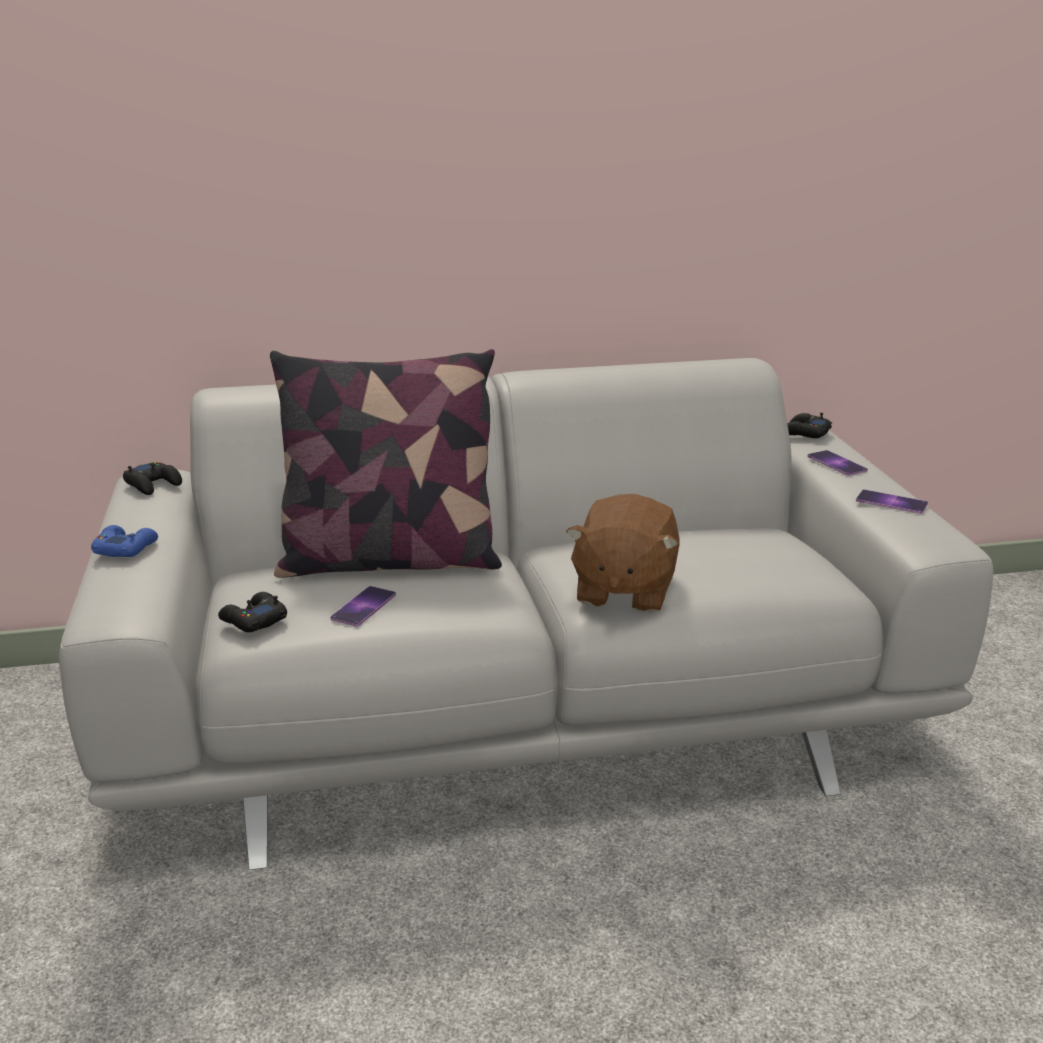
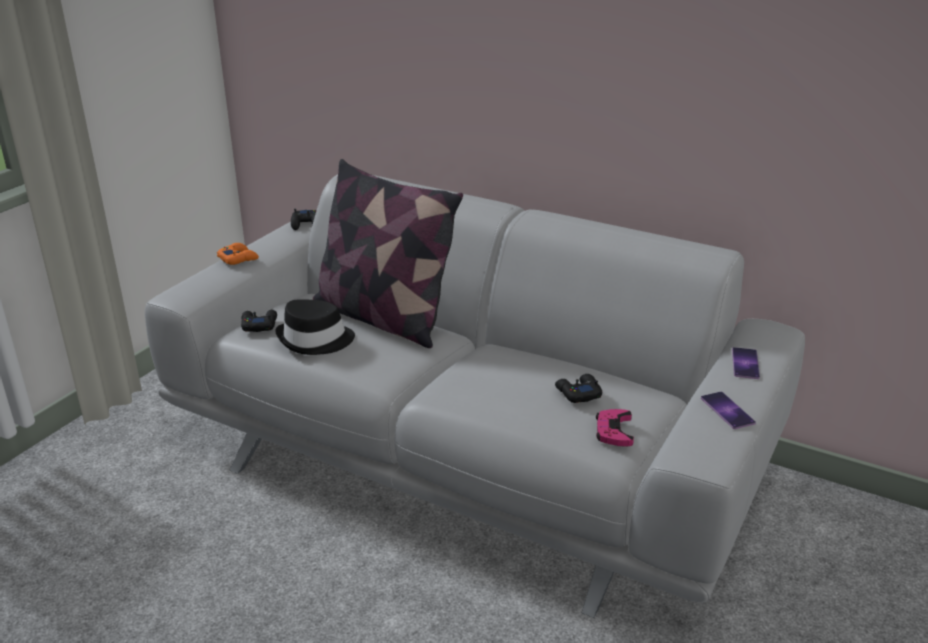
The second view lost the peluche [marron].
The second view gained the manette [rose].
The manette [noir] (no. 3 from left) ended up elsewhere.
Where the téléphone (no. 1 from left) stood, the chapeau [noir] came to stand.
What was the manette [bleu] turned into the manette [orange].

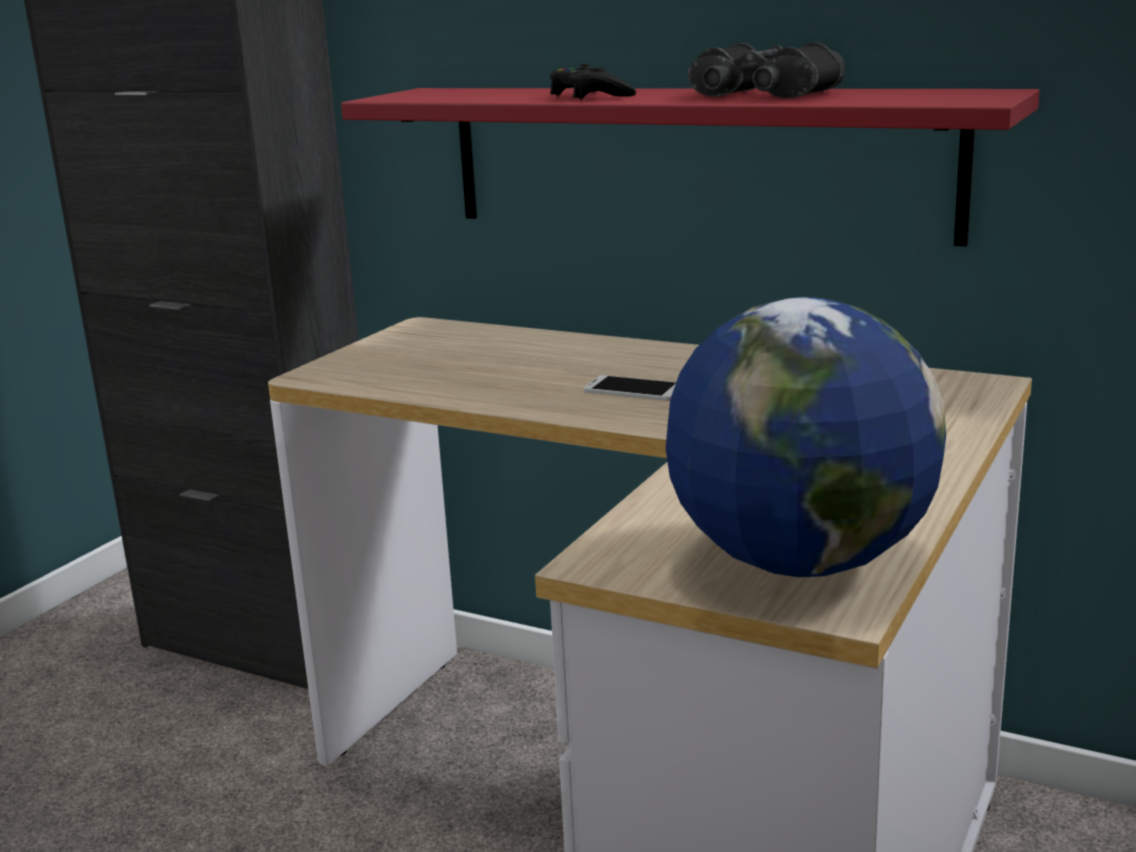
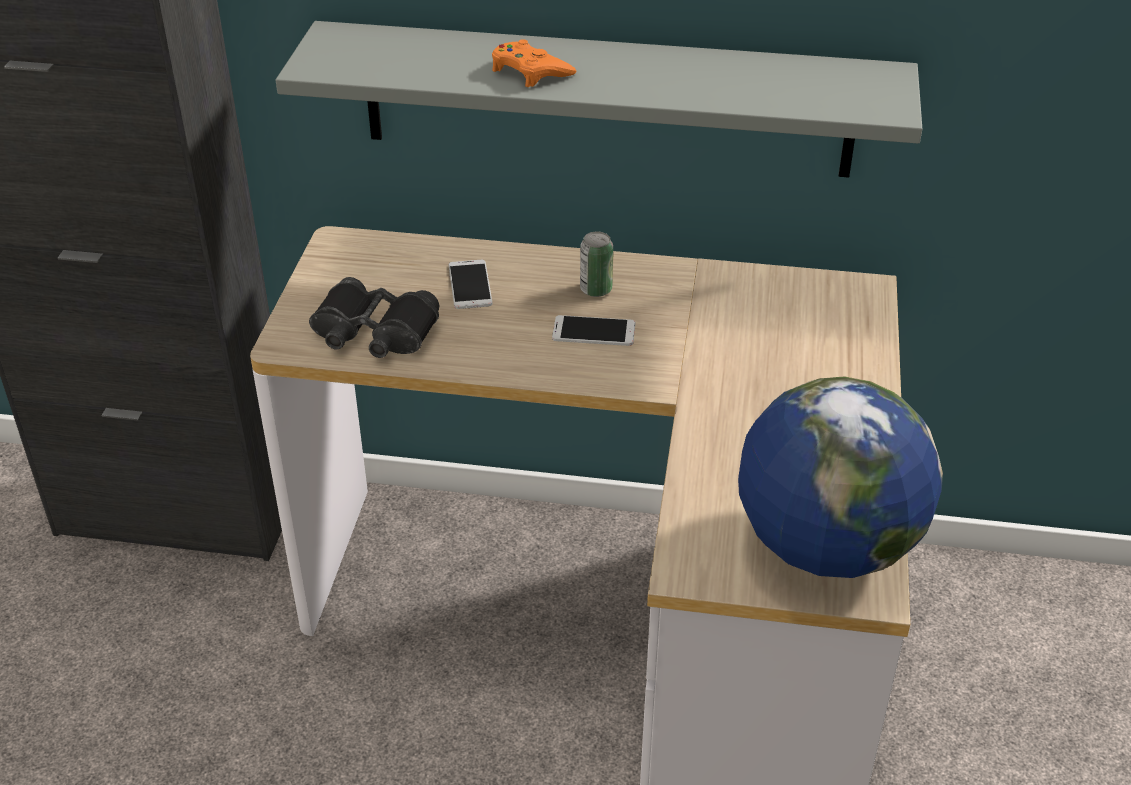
The second view gained the téléphone (no. 1 from left).
The second view gained the boîte métallique.
The jumelles [noir] ended up elsewhere.
What was the étagère [rouge] turned into the étagère [gris].
What was the manette [noir] turned into the manette [orange].

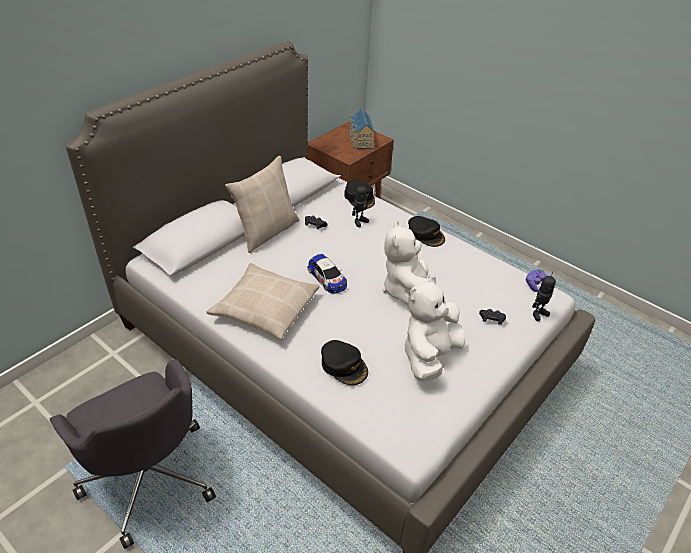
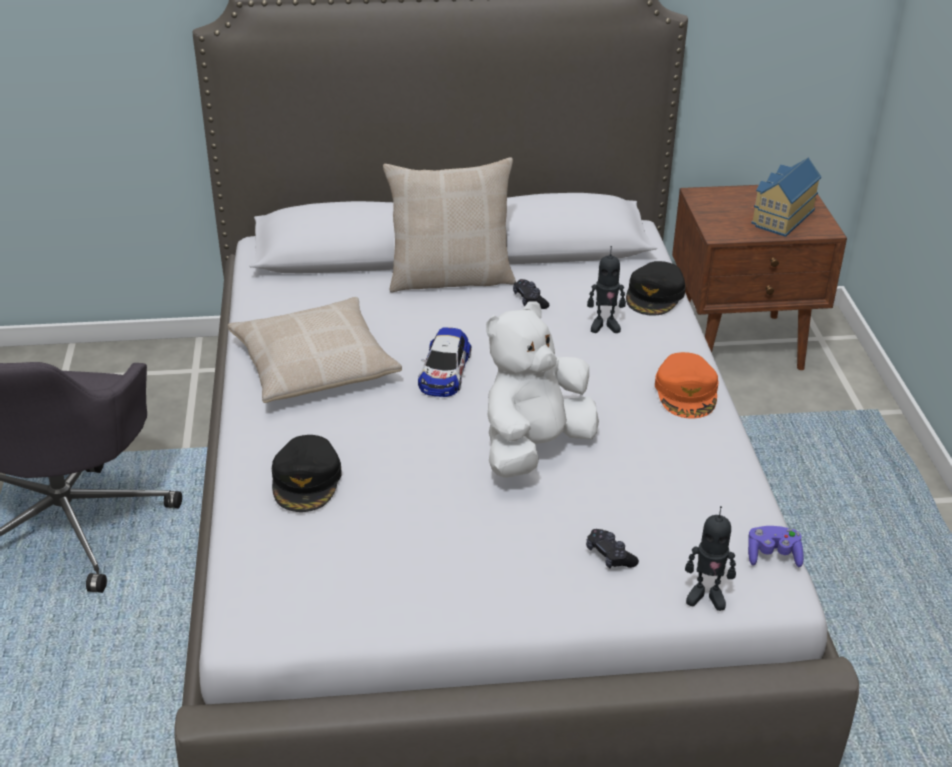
The second view lost the peluche [blanc] (no. 2 from left).
What was the casquette [noir] (no. 3 from left) turned into the casquette [orange].

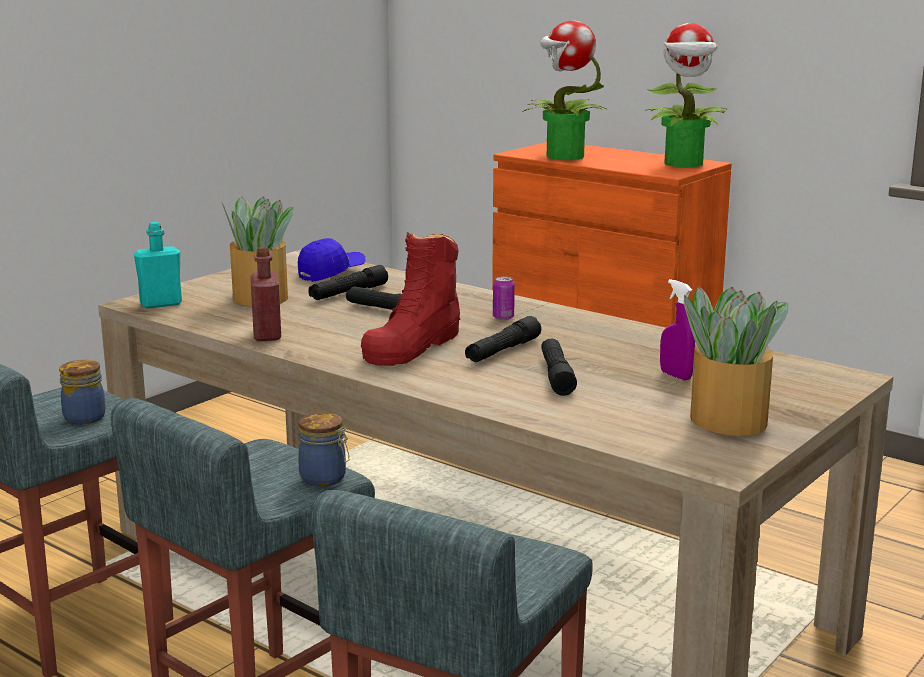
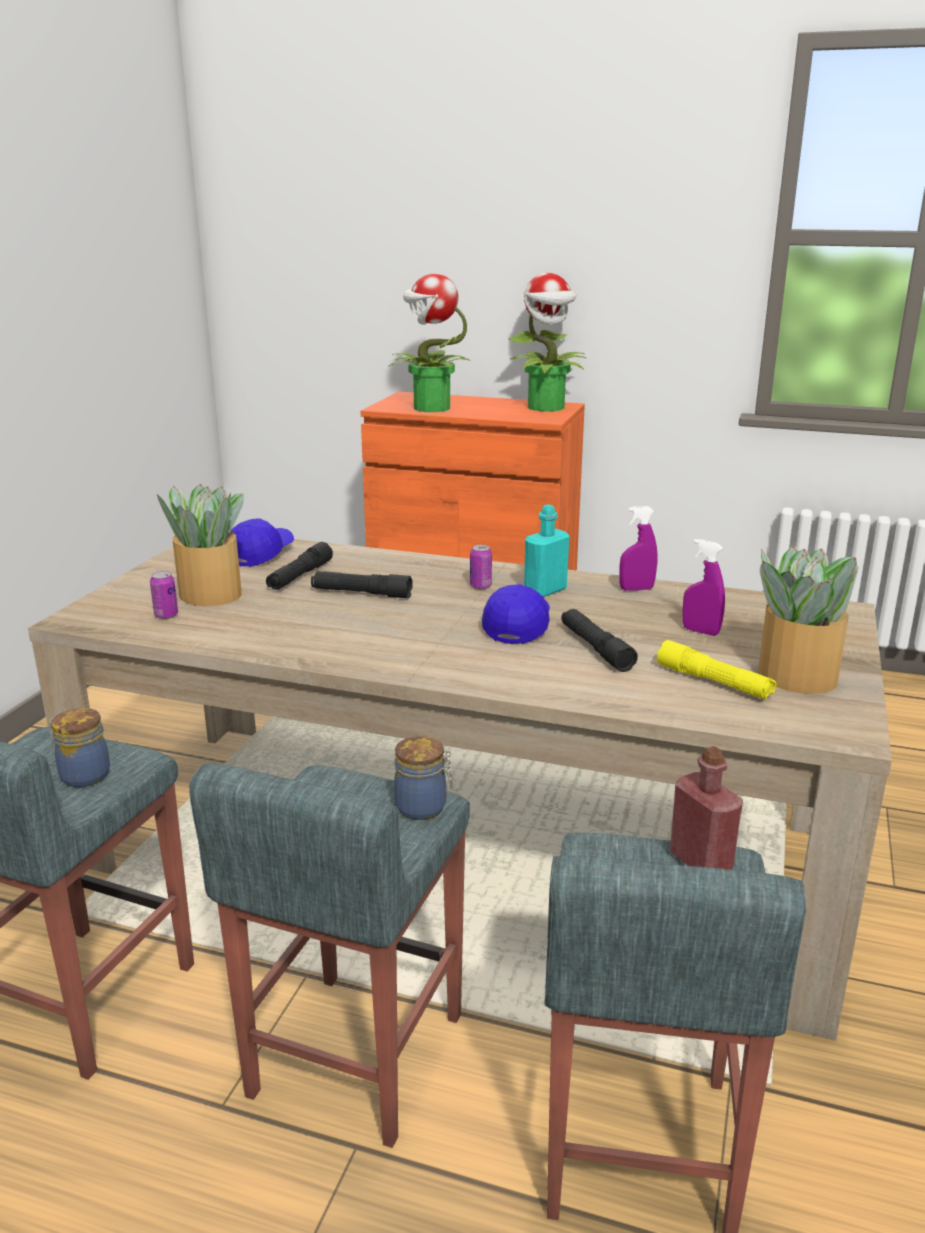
The second view lost the botte [rouge].
The second view gained the boîte métallique (no. 1 from left).
The second view gained the vaporisateur [violet] (no. 1 from left).
The second view gained the lampe de poche [jaune].
The bouteille [turquoise] ended up elsewhere.
The bouteille [rouge] ended up elsewhere.
Where the lampe de poche [noir] (no. 3 from left) stood, the casquette [bleu] (no. 2 from left) came to stand.

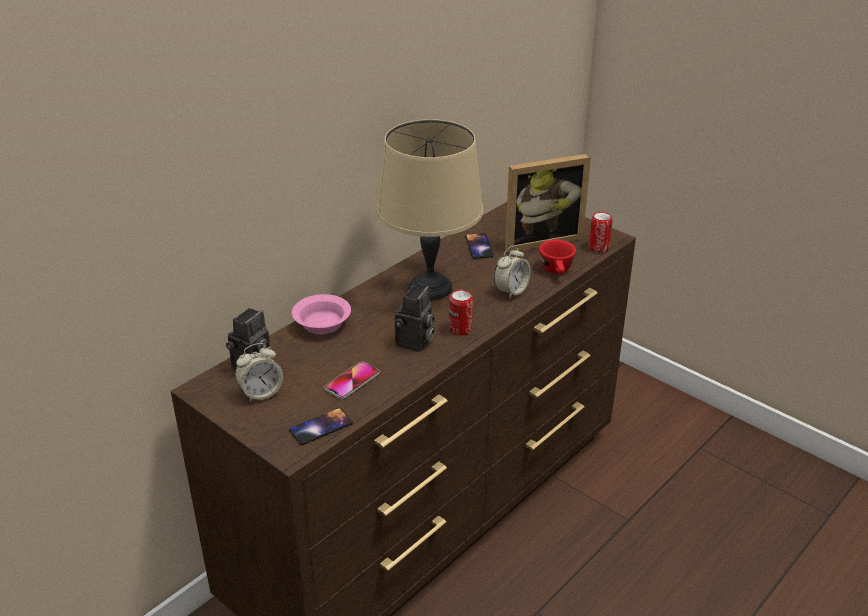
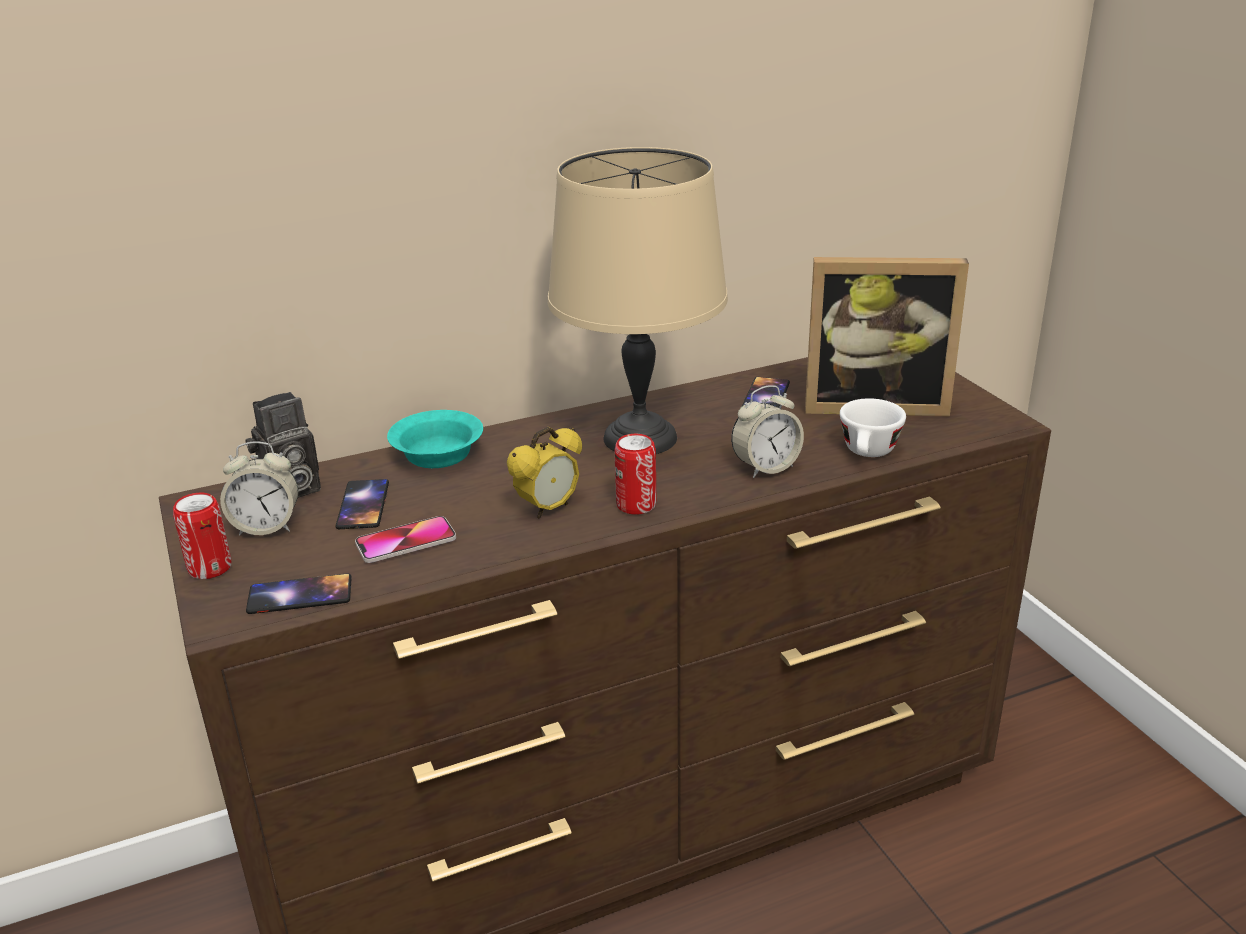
The second view gained the téléphone (no. 2 from left).
The boîte métallique (no. 2 from left in the first image) ended up elsewhere.
Where the appareil photo (no. 2 from left) stood, the réveil (no. 2 from left) came to stand.
What was the bol [rose] turned into the bol [turquoise].
What was the tasse [rouge] turned into the tasse [blanc].

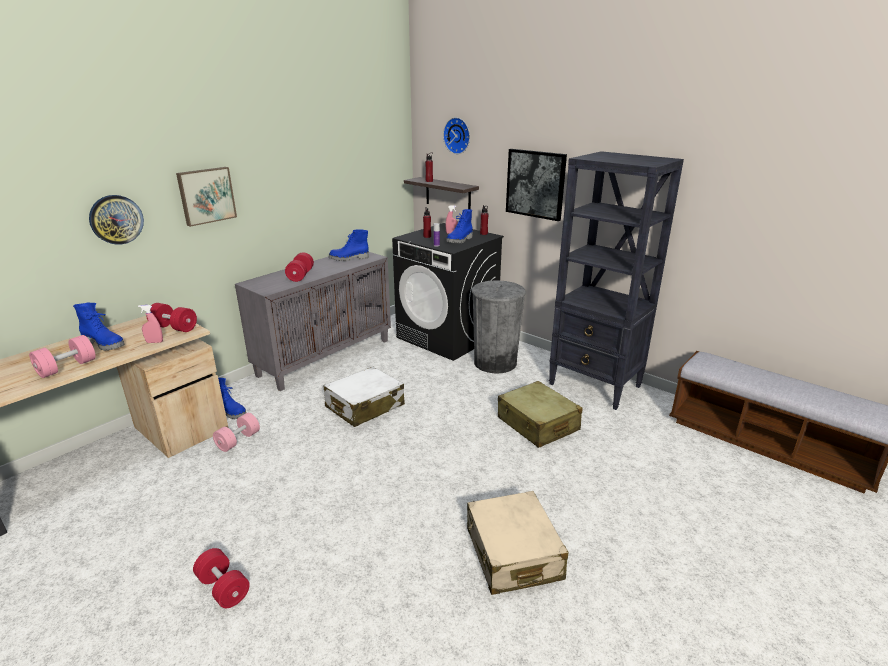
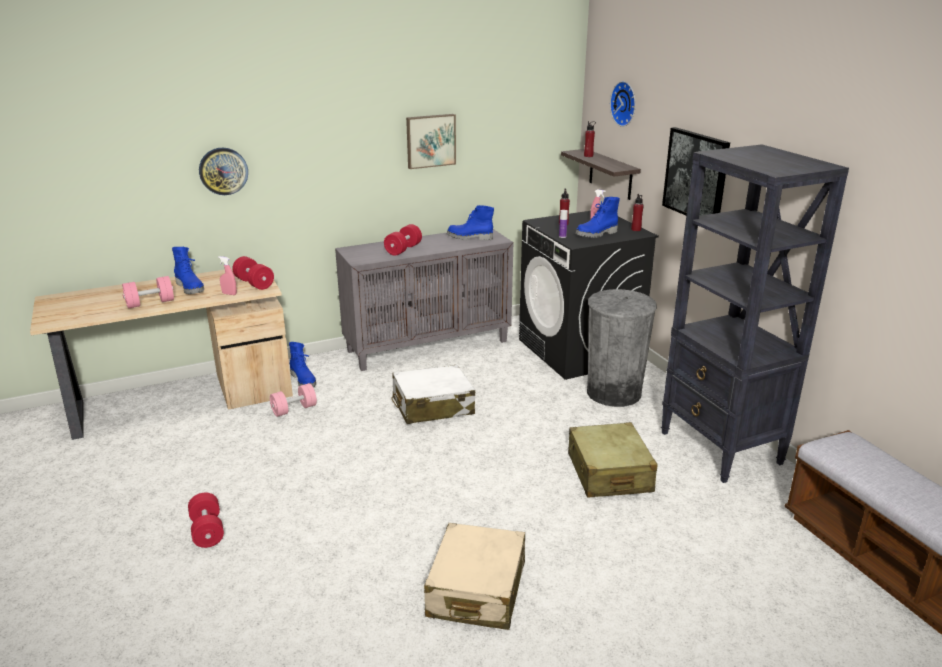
The tableau (no. 1 from left) ended up elsewhere.

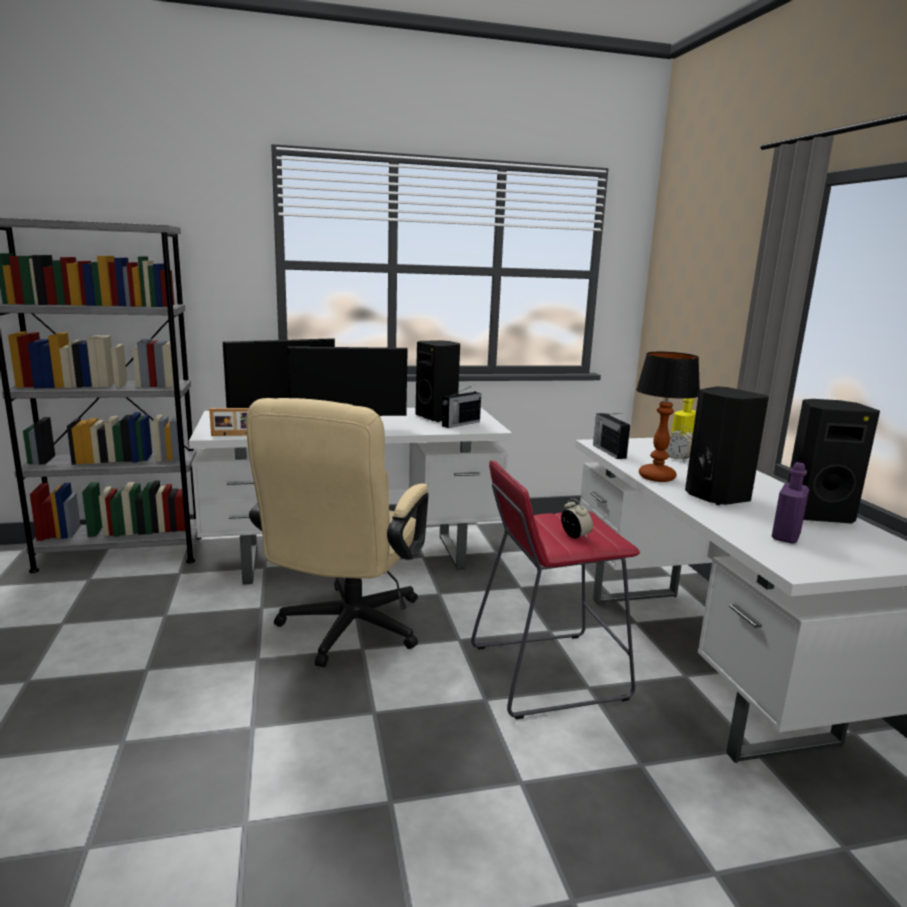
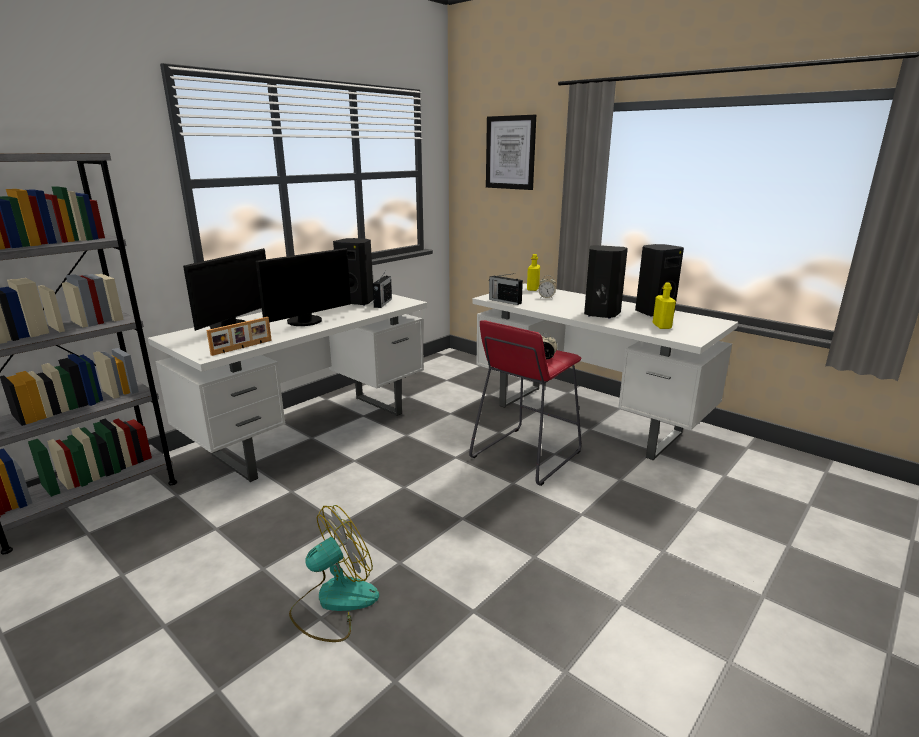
The second view lost the chaise de bureau [beige].
The second view lost the lampe de table.
The second view gained the ventilateur.
The second view gained the tableau.
What was the bouteille [violet] turned into the bouteille [jaune] (no. 2 from left).

